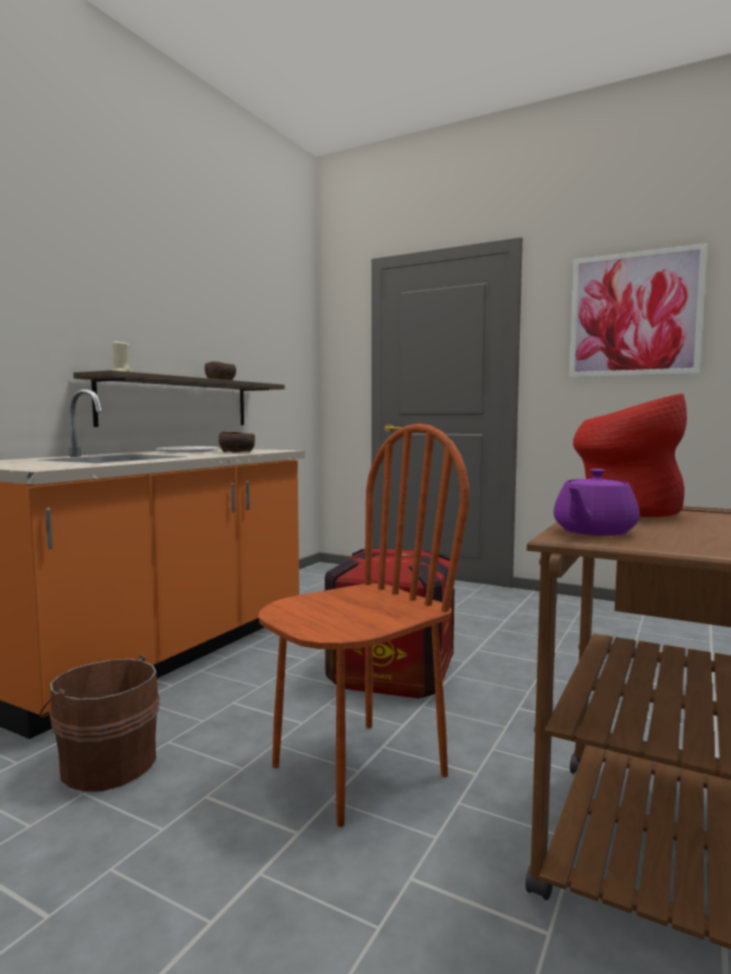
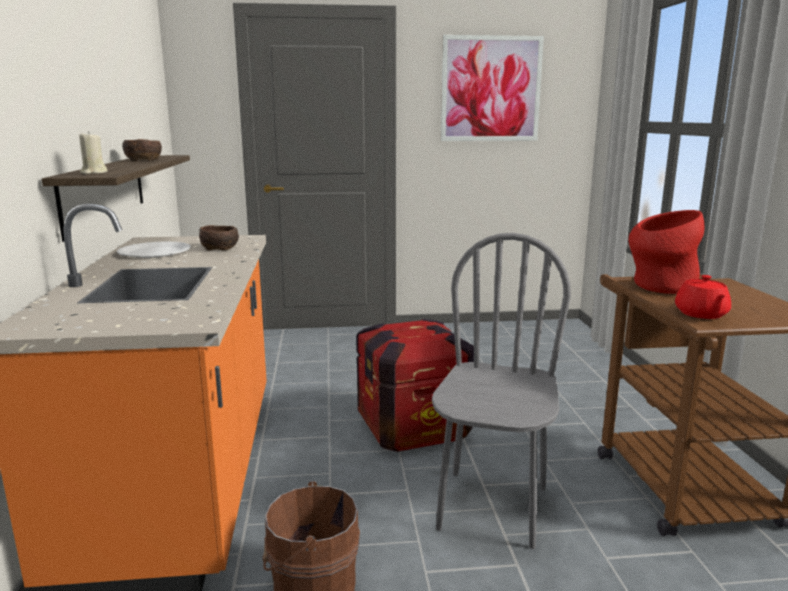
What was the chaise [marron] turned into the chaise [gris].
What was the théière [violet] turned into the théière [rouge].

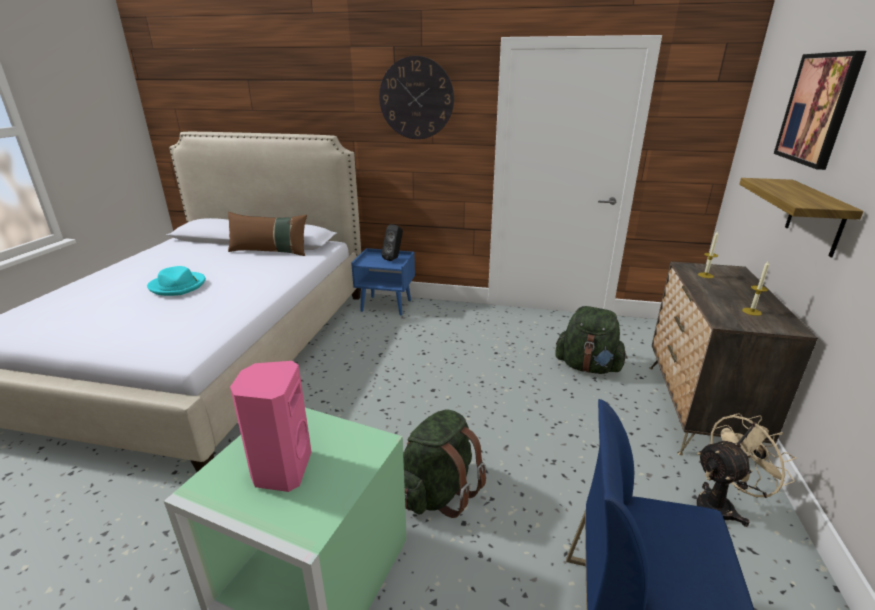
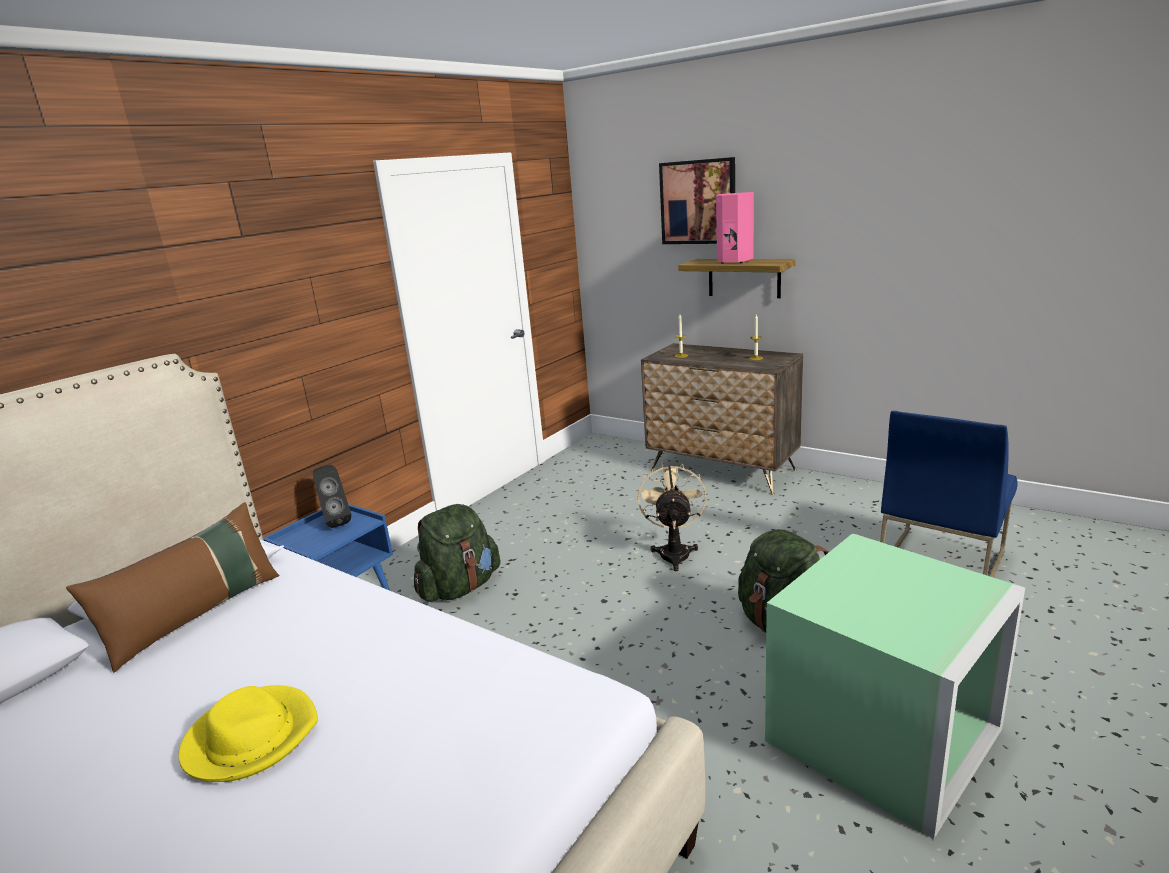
The second view lost the horloge murale.
The enceinte [rose] ended up elsewhere.
The sac à dos [vert] (no. 2 from left in the first image) ended up elsewhere.
The ventilateur [beige] ended up elsewhere.
What was the chapeau [turquoise] turned into the chapeau [jaune].

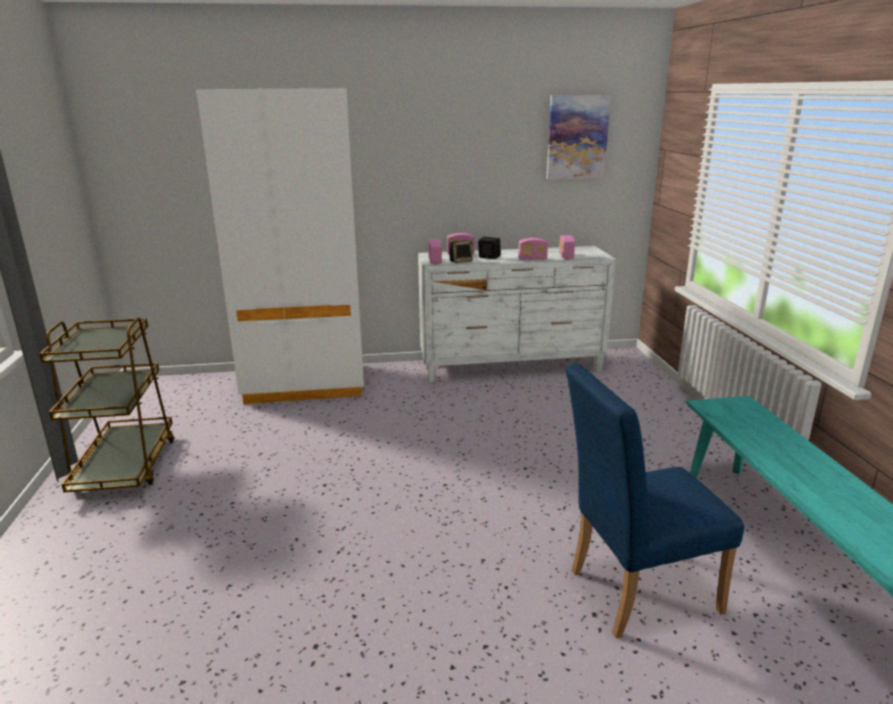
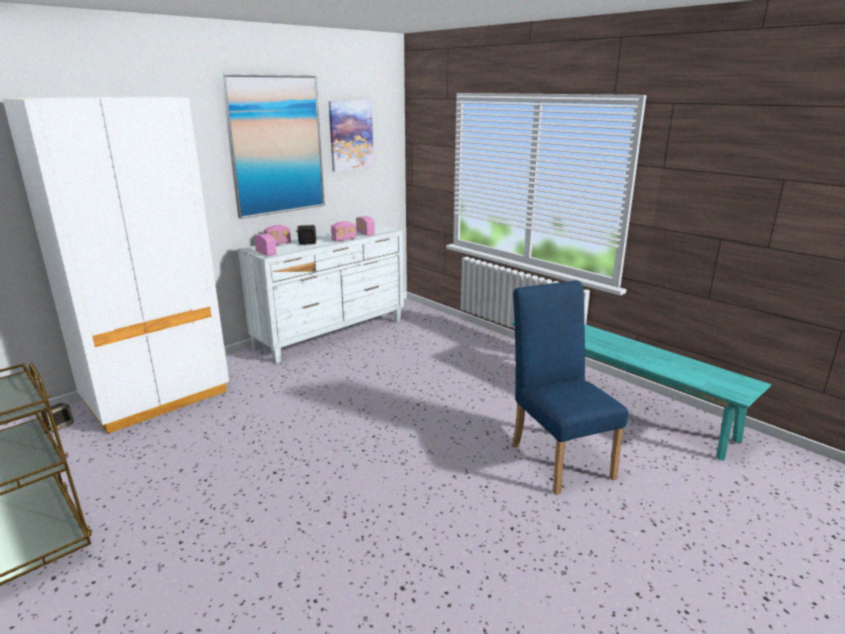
The second view gained the tableau (no. 1 from left).
The enceinte (no. 1 from left) ended up elsewhere.
The chaise [bleu] ended up facing another way, 120 degrees clockwise from before.

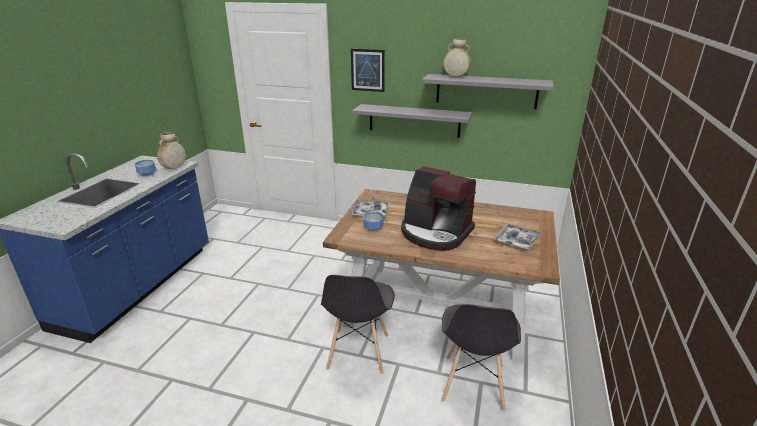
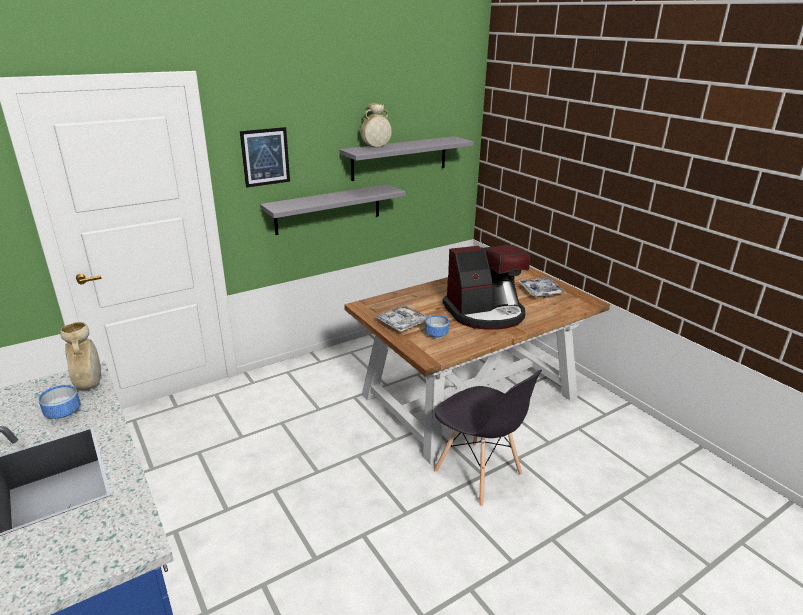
The second view lost the chaise [gris] (no. 2 from left).

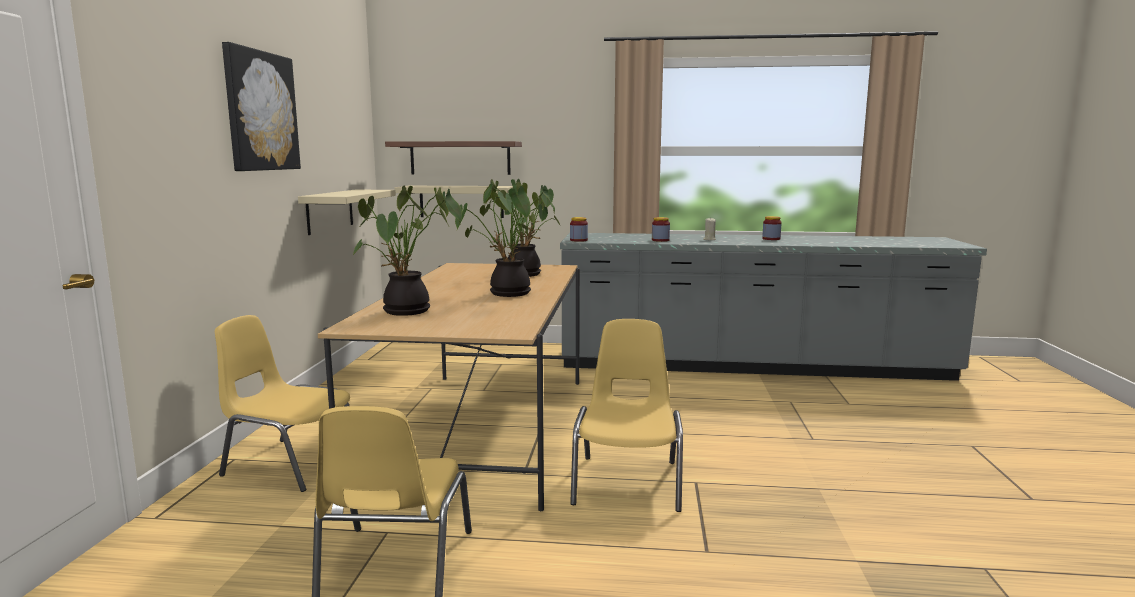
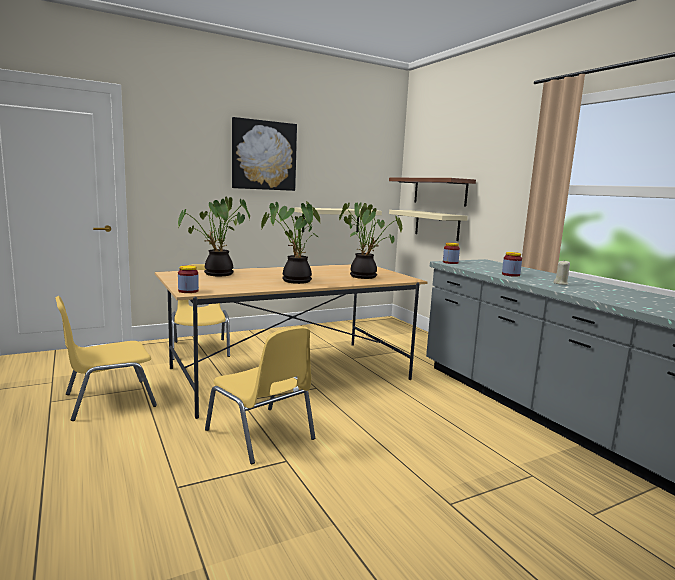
The bocal (no. 3 from left in the first image) ended up elsewhere.
The chaise [jaune] (no. 3 from left) ended up facing another way, 75 degrees clockwise from before.

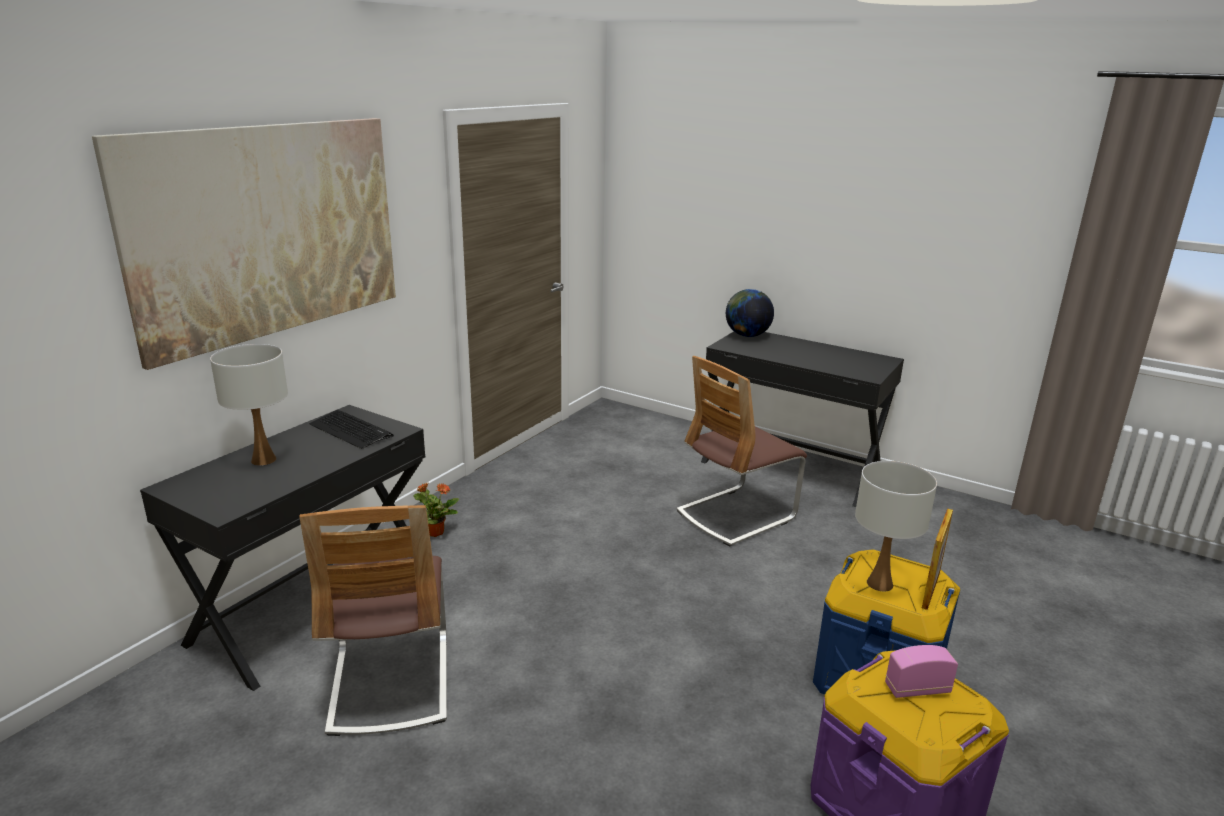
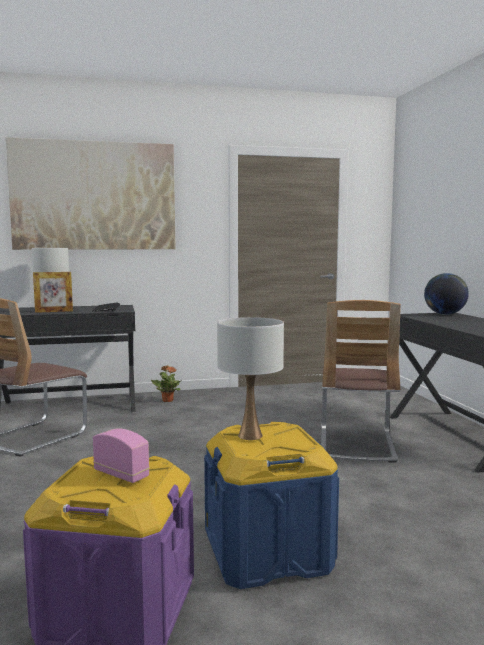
The cadre photo ended up elsewhere.
The chaise (no. 2 from left) ended up facing another way, 90 degrees counterclockwise from before.

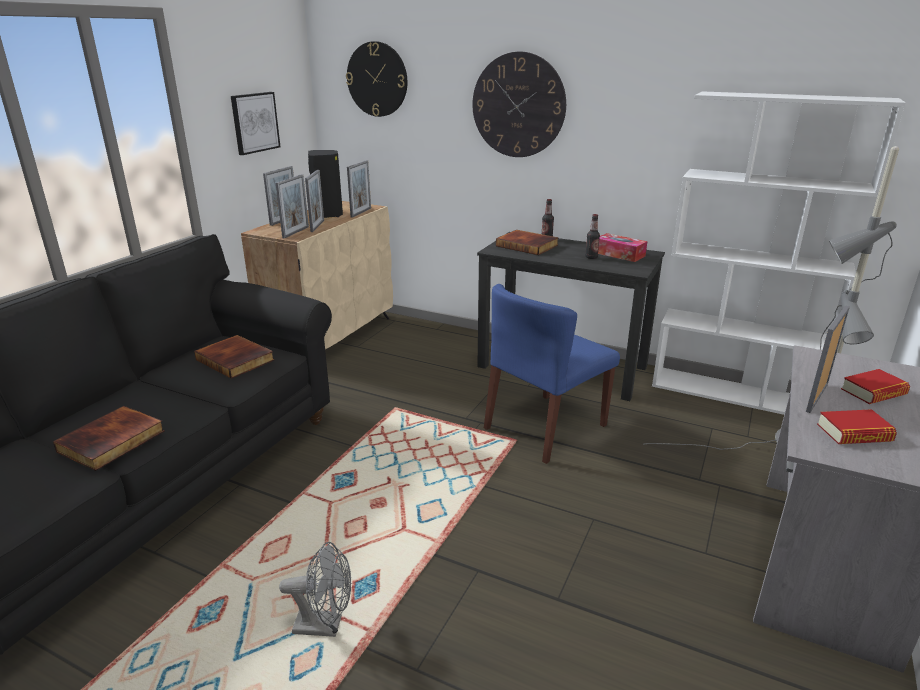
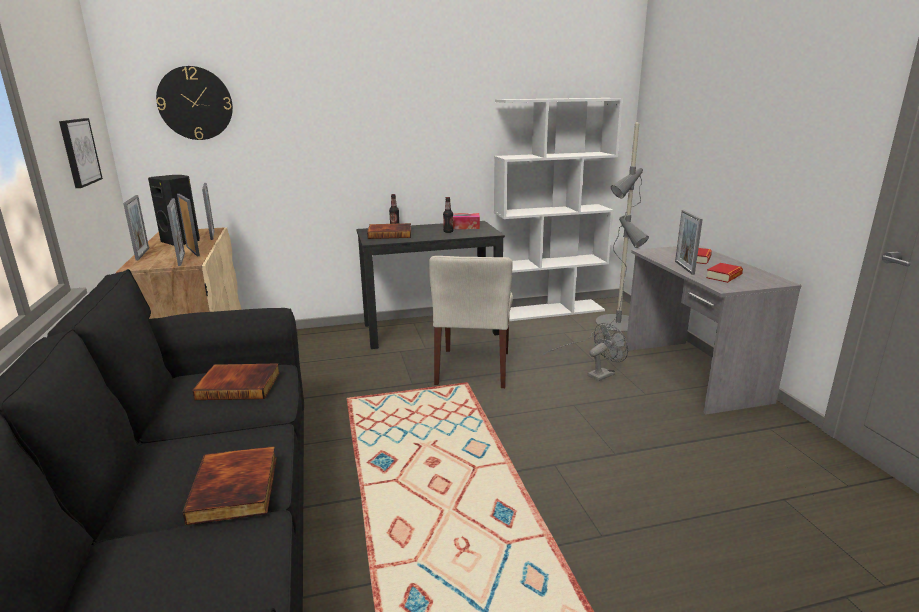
The second view lost the horloge murale (no. 2 from left).
The ventilateur [gris] ended up elsewhere.
What was the chaise [bleu] turned into the chaise [beige].

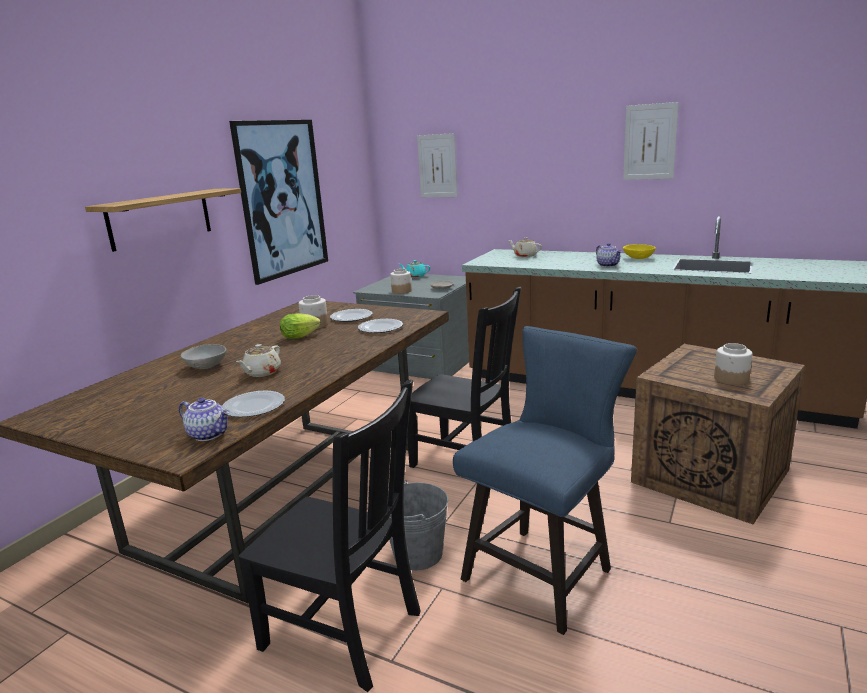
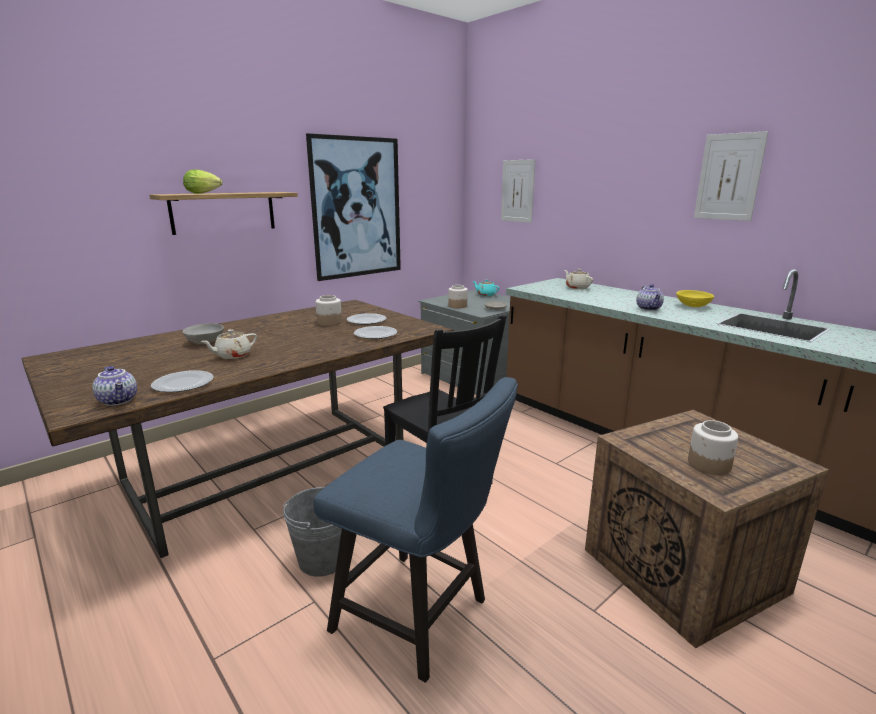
The second view lost the chaise [noir] (no. 1 from left).
The laitue ended up elsewhere.
The chaise [bleu] ended up facing another way, 60 degrees clockwise from before.

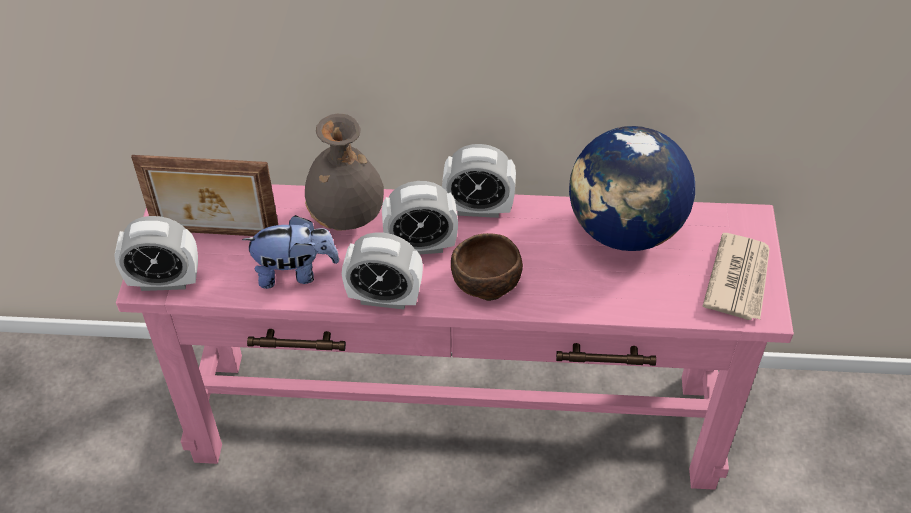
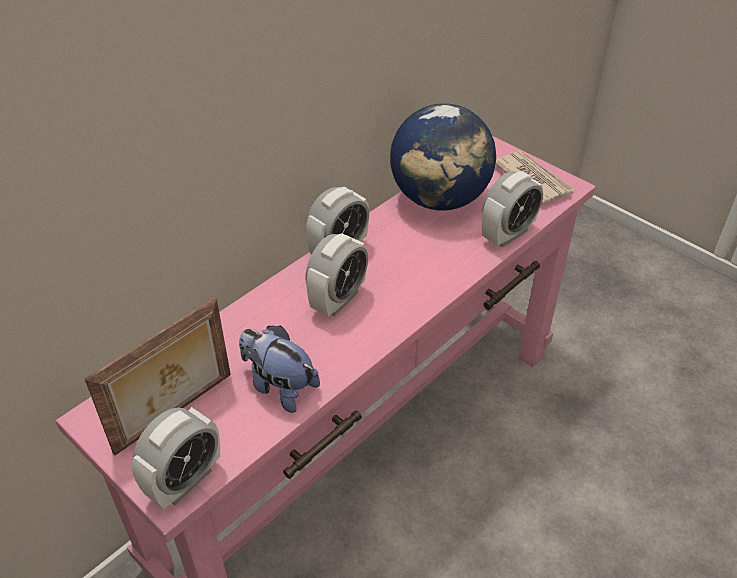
The second view lost the vase [gris].
The second view lost the bol [marron].
The réveil (no. 2 from left in the first image) ended up elsewhere.
The peluche ended up facing another way, 90 degrees counterclockwise from before.

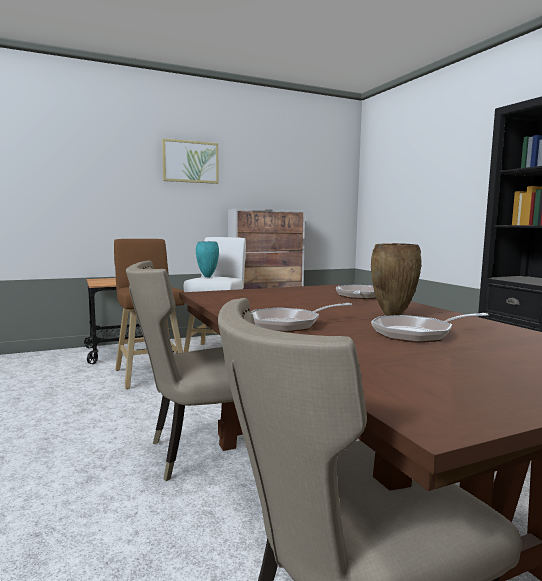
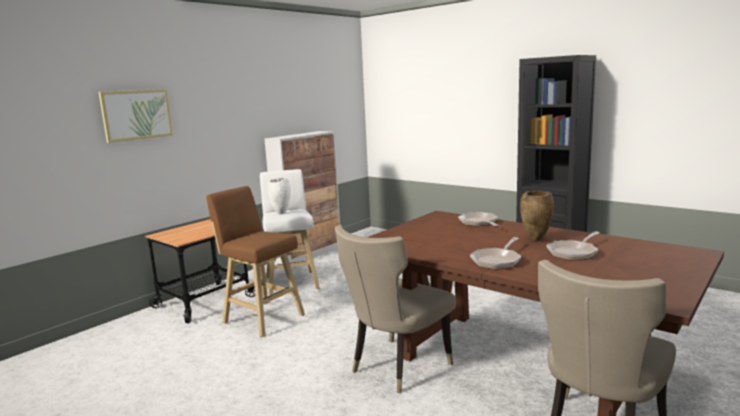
The tableau ended up elsewhere.
What was the vase [turquoise] turned into the vase [blanc].

